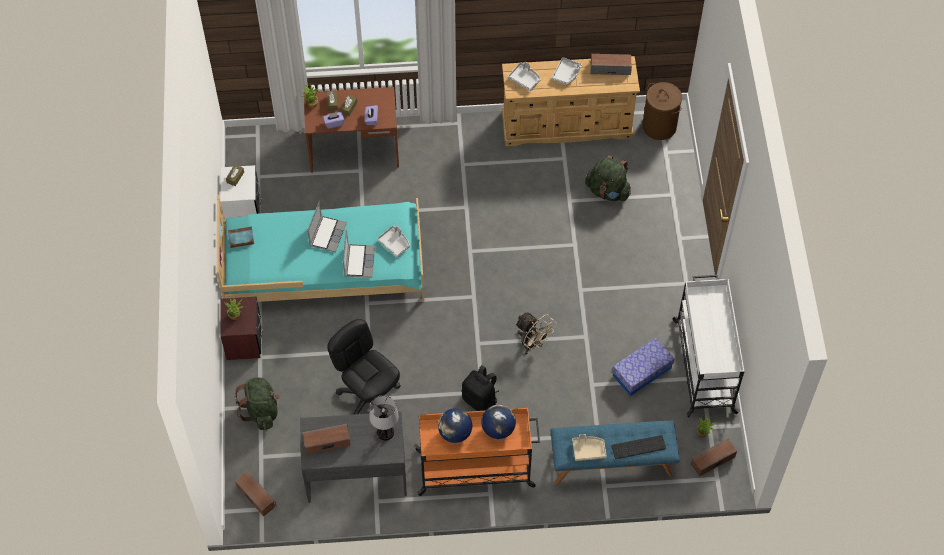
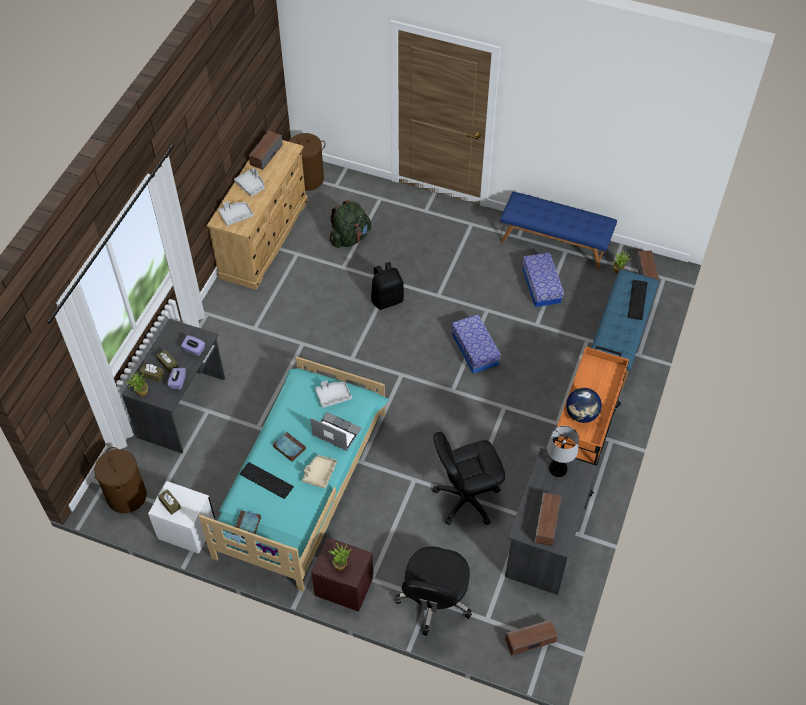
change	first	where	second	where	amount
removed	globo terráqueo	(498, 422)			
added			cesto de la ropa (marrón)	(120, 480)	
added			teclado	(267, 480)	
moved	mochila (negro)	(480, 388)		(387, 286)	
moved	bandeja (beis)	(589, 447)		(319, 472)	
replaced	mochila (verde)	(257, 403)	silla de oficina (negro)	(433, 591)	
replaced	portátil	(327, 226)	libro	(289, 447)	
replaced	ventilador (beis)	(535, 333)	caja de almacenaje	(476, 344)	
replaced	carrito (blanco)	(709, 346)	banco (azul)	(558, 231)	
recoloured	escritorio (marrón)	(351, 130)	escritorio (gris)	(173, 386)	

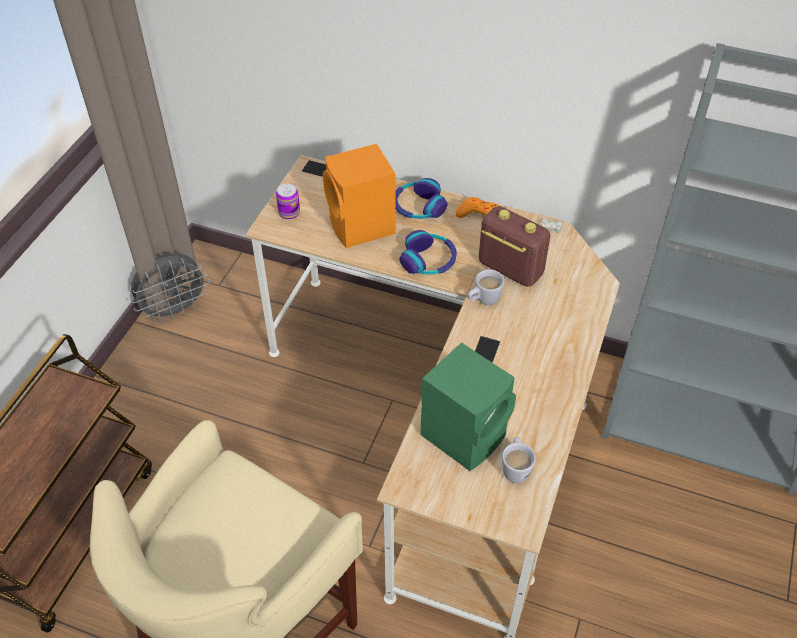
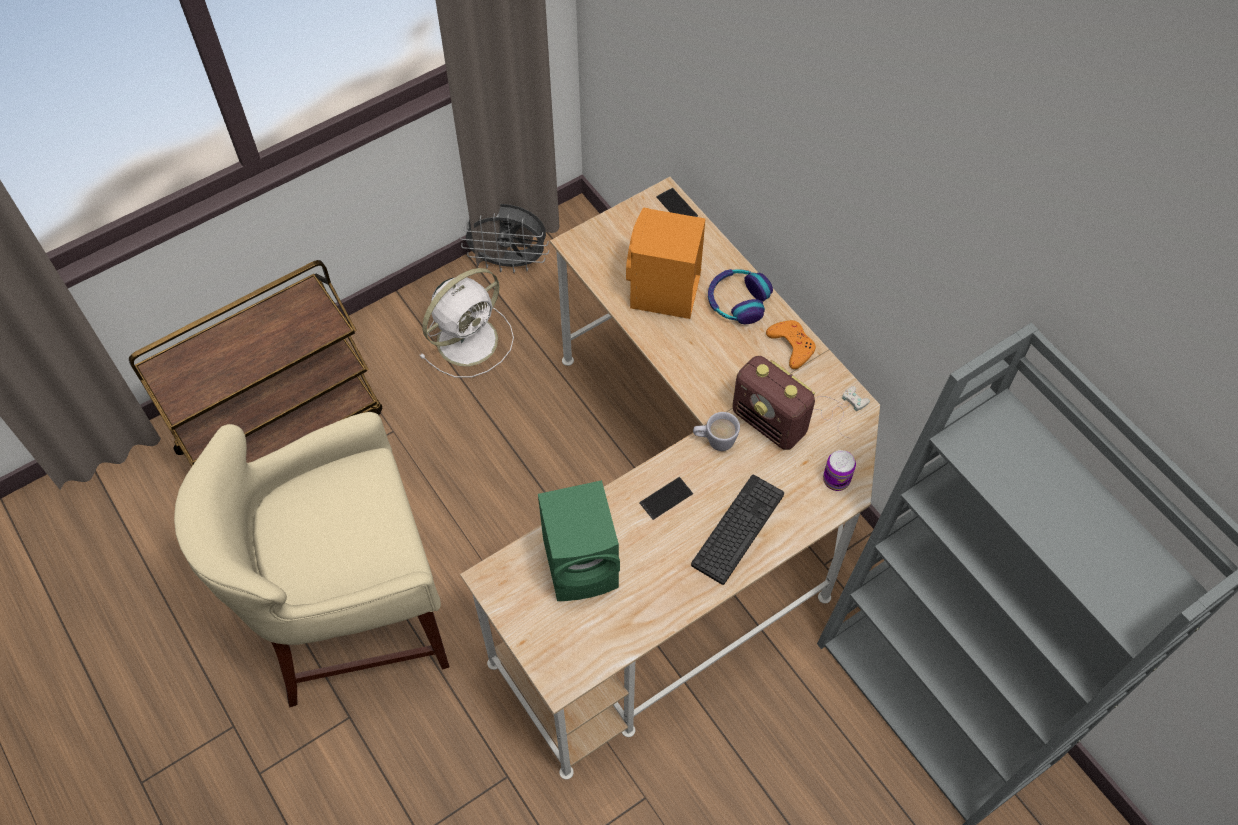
change	first	where	second	where	amount
removed	auriculares	(428, 252)			
removed	taza grande (blanco)	(519, 460)			
added			ventilador (blanco)	(467, 323)	
added			teclado	(737, 530)	
moved	lata	(288, 201)		(839, 470)	
turned	radio	(514, 246)		(773, 403)	150 degrees clockwise

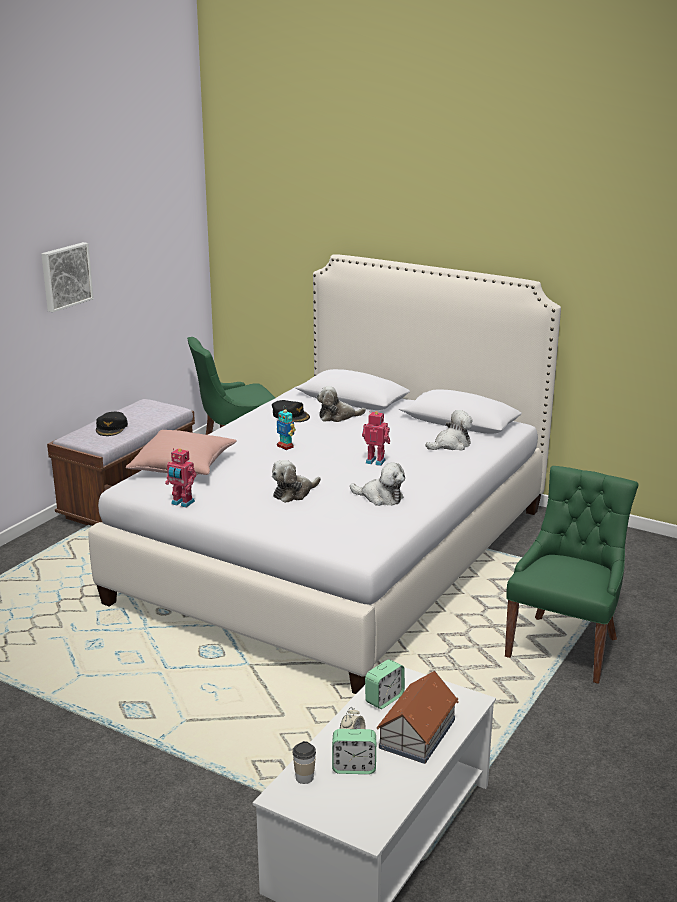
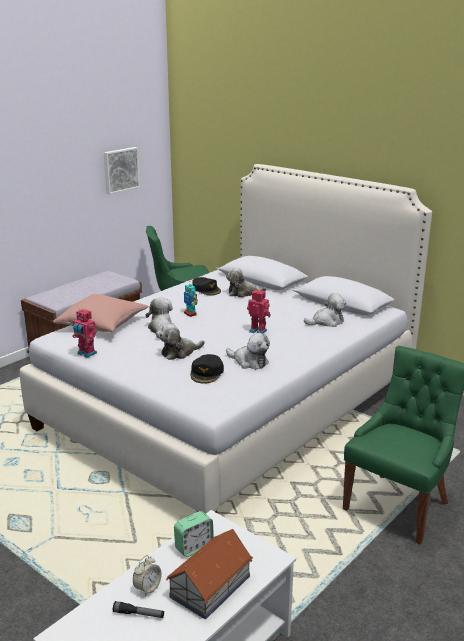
change	first	where	second	where	amount
removed	taza	(304, 762)			
added			peluche	(160, 318)	
moved	cuadro	(67, 277)		(122, 170)	
moved	gorra (negro)	(112, 424)		(207, 369)	
replaced	despertador	(354, 751)	linterna	(138, 609)	

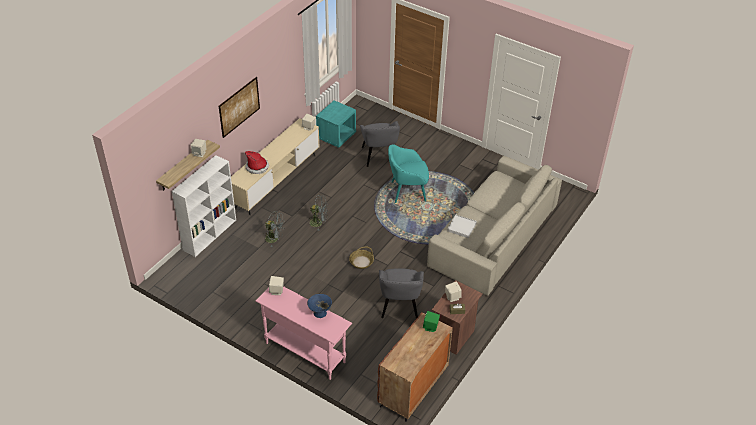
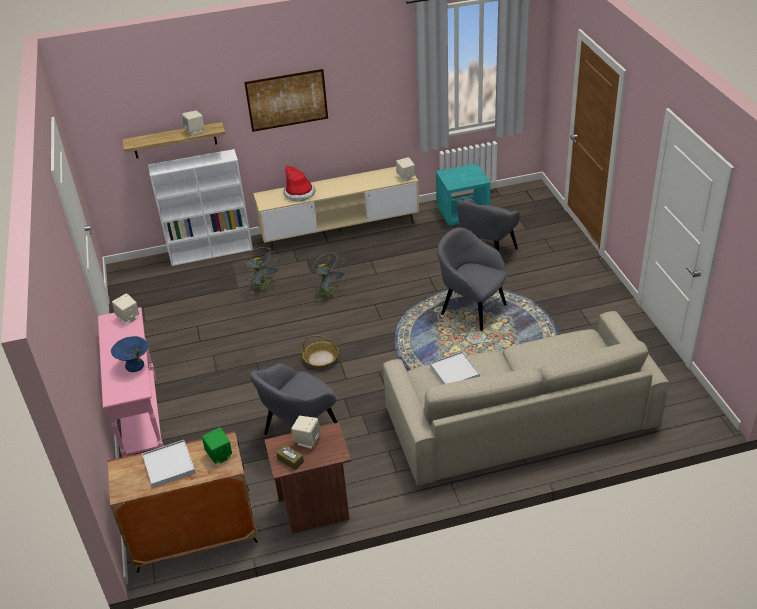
change	first	where	second	where	amount
added			bandeja (blanco)	(169, 464)	
recoloured	sillón (turquesa)	(408, 173)	sillón (gris)	(472, 279)	

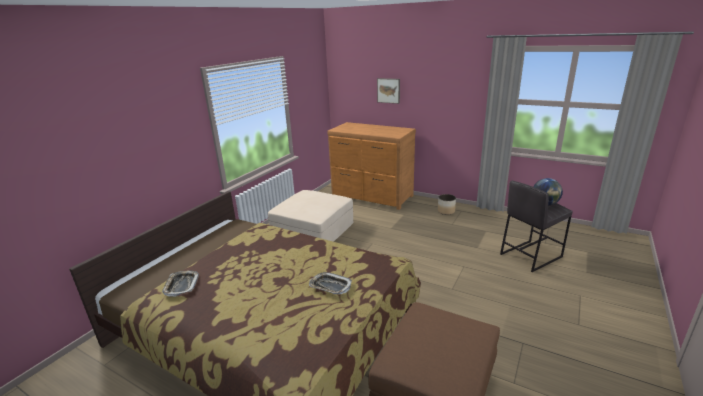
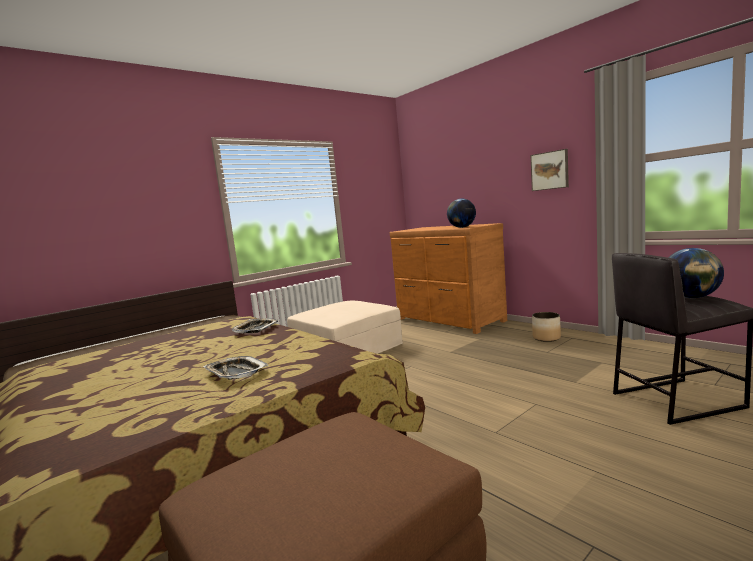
change	first	where	second	where	amount
added			globo terráqueo	(461, 213)	
moved	bandeja	(180, 284)		(255, 325)	
moved	cuadro	(388, 91)		(549, 170)	

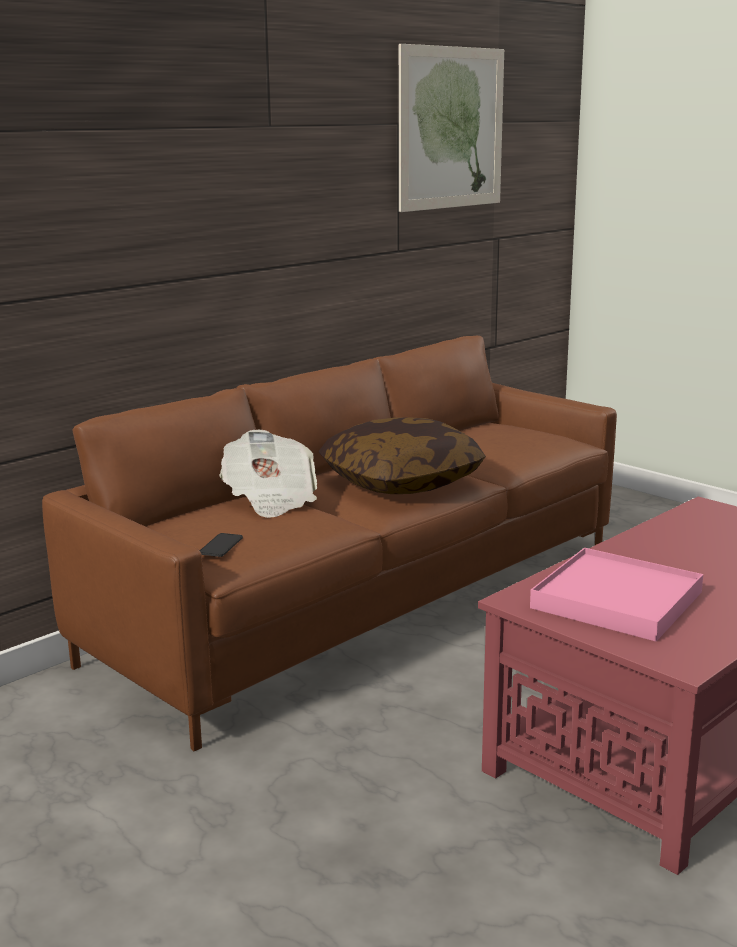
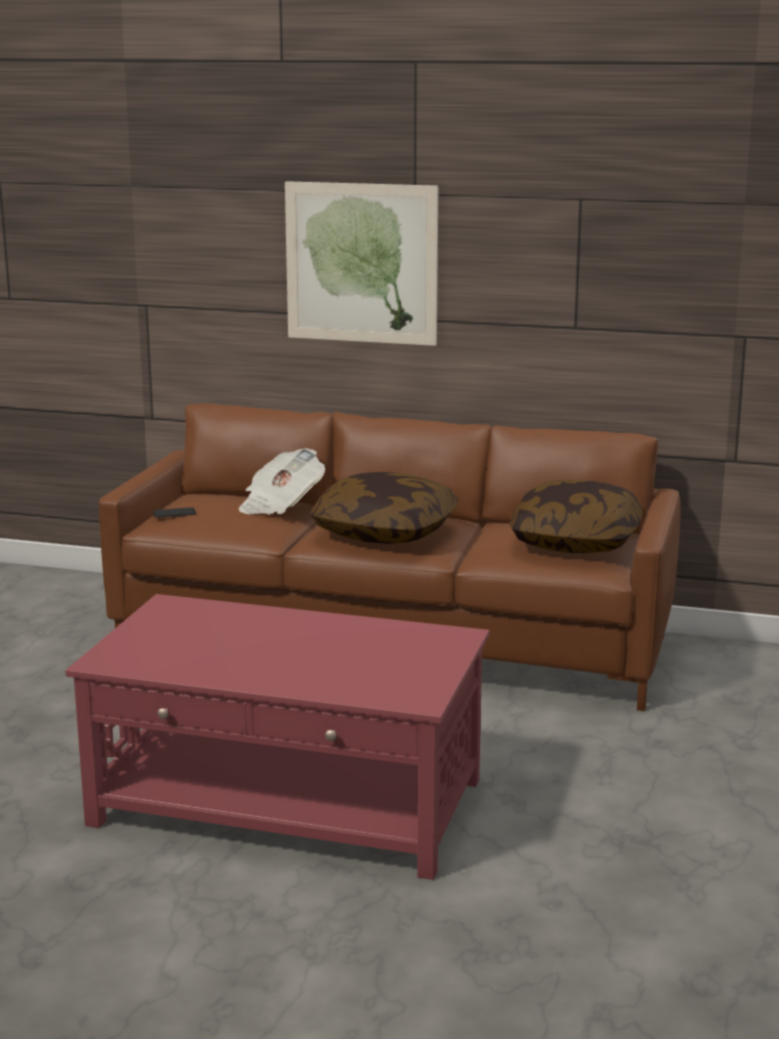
change	first	where	second	where	amount
removed	bandeja (rosa)	(616, 595)			
added			cojín	(576, 516)	
moved	cuadro	(451, 128)		(361, 263)	

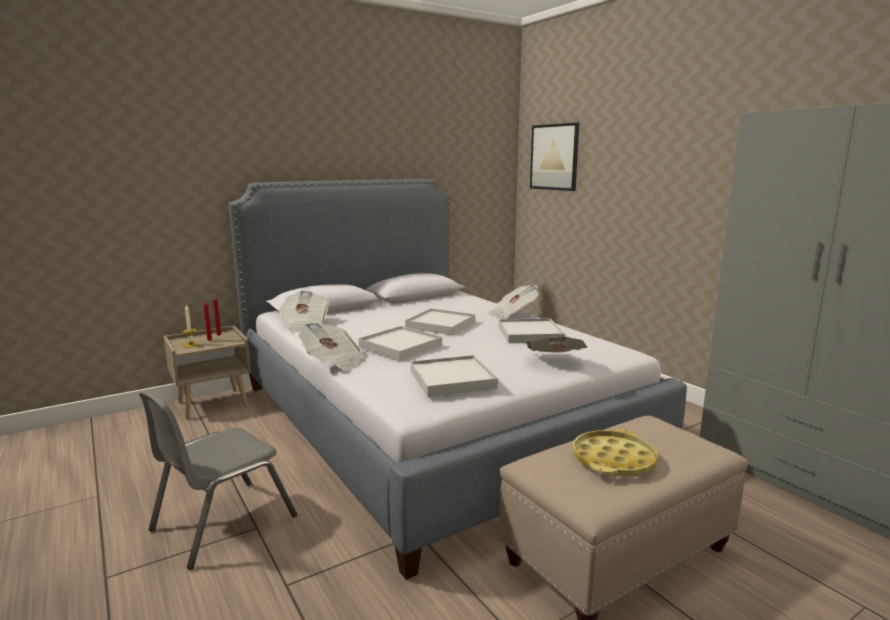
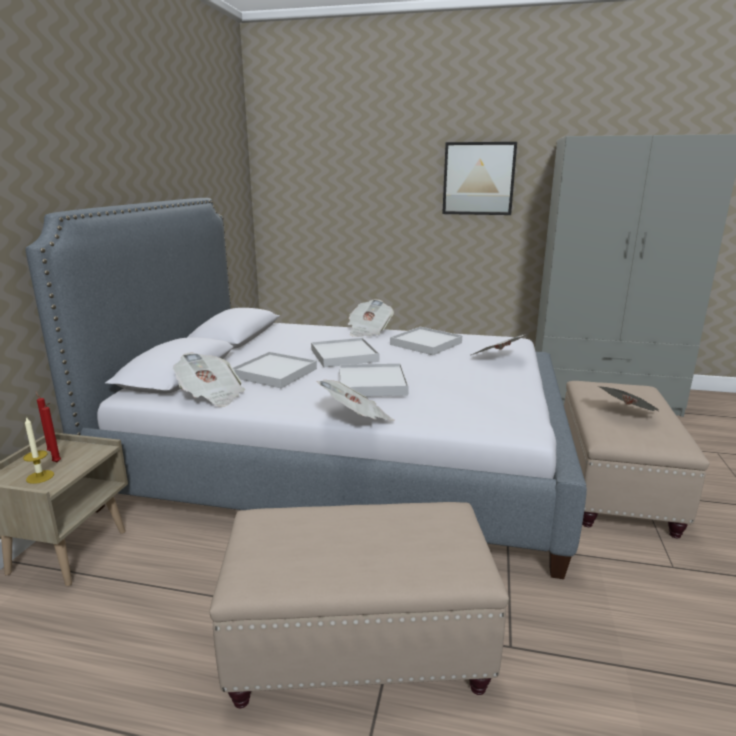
change	first	where	second	where	amount
moved	bandeja (blanco)	(454, 376)		(275, 370)	
moved	cuadro	(554, 157)		(479, 178)	
replaced	silla (gris)	(218, 480)	puf (beis)	(359, 605)	
replaced	bandeja (amarillo)	(615, 453)	periódico	(629, 399)	

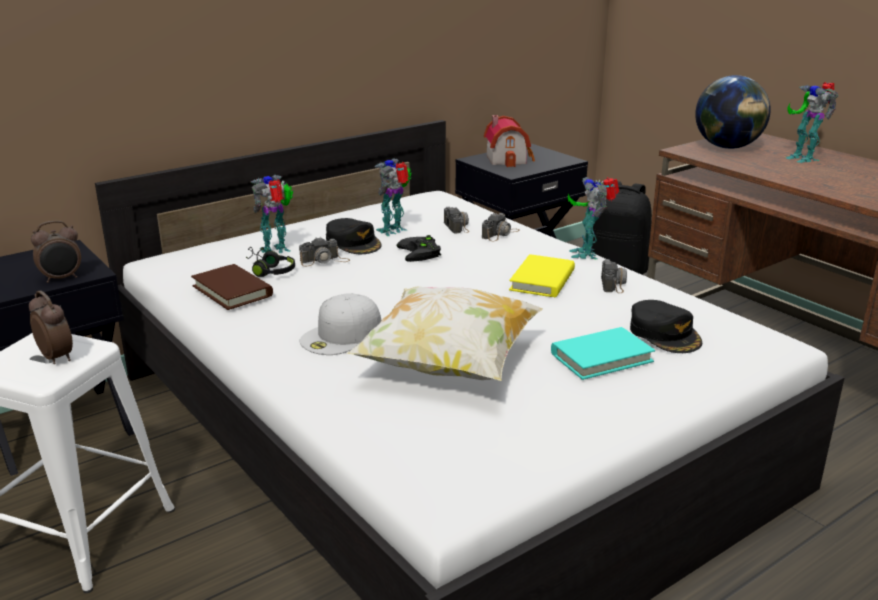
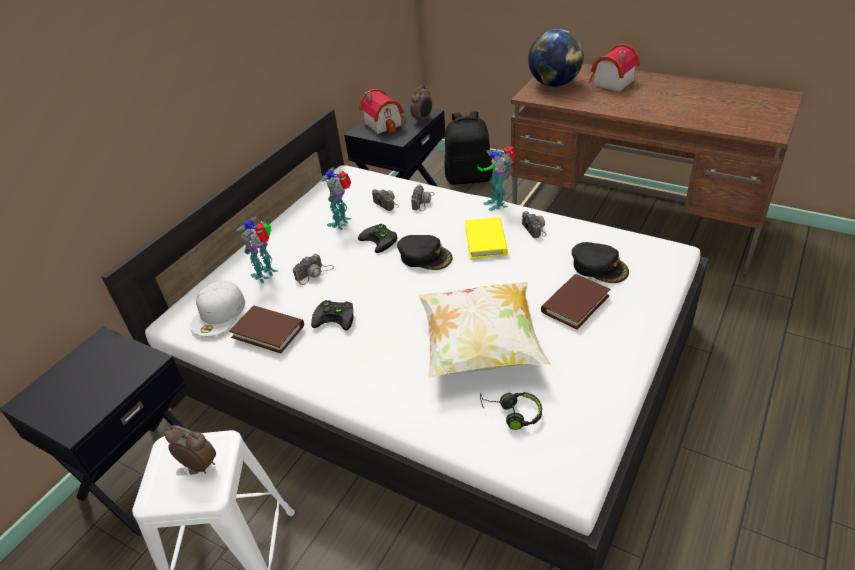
change	first	where	second	where	amount
added			mando de consola (negro)	(332, 315)	
moved	despertador	(56, 251)		(421, 104)	
moved	auriculares (negro)	(270, 262)		(511, 411)	
moved	gorra (blanco)	(340, 324)		(217, 309)	
moved	gorra (negro)	(354, 236)		(424, 252)	
replaced	robot de juguete	(812, 122)	casita	(614, 68)	
recoloured	libro (turquesa)	(603, 353)	libro (marrón)	(575, 301)	

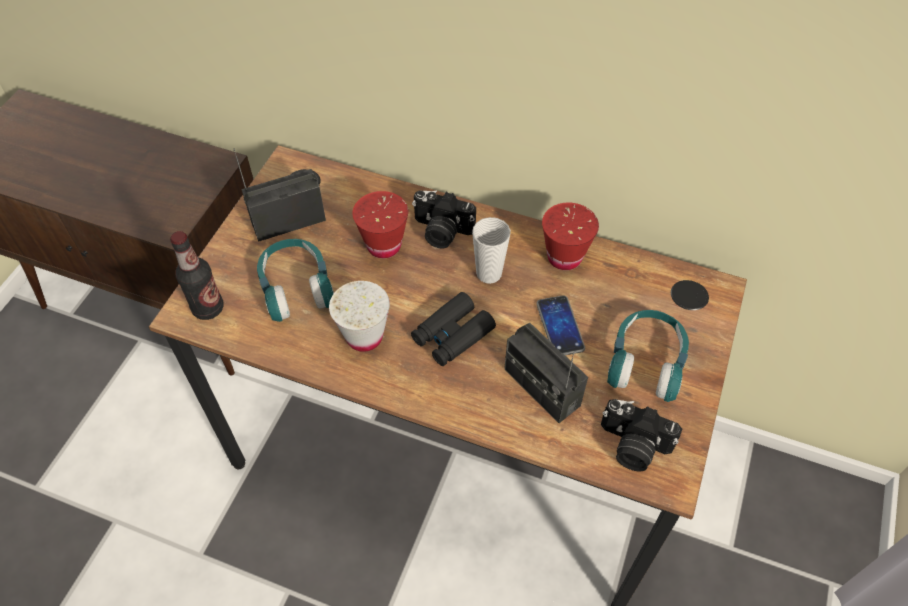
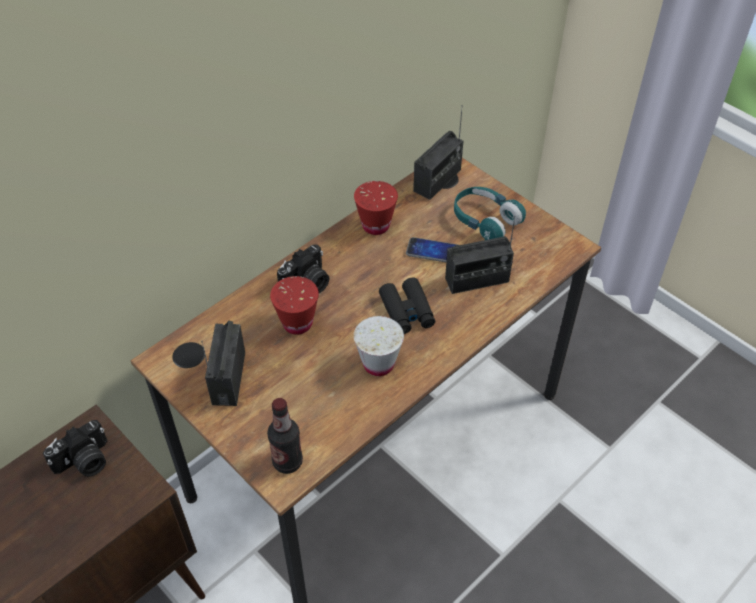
change	first	where	second	where	amount
removed	auriculares (turquesa)	(295, 280)			
removed	taza	(491, 250)			
added			radio	(438, 152)	
moved	cámara	(641, 435)		(75, 448)	

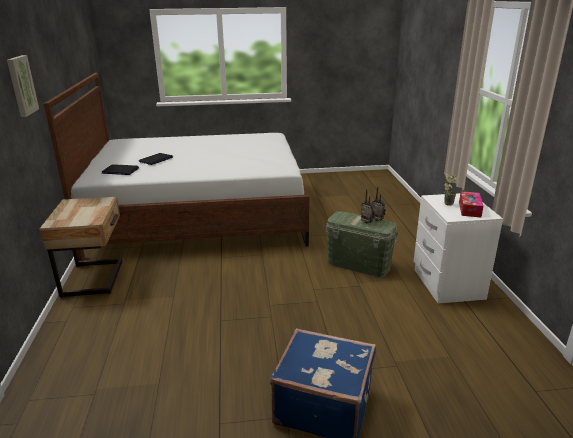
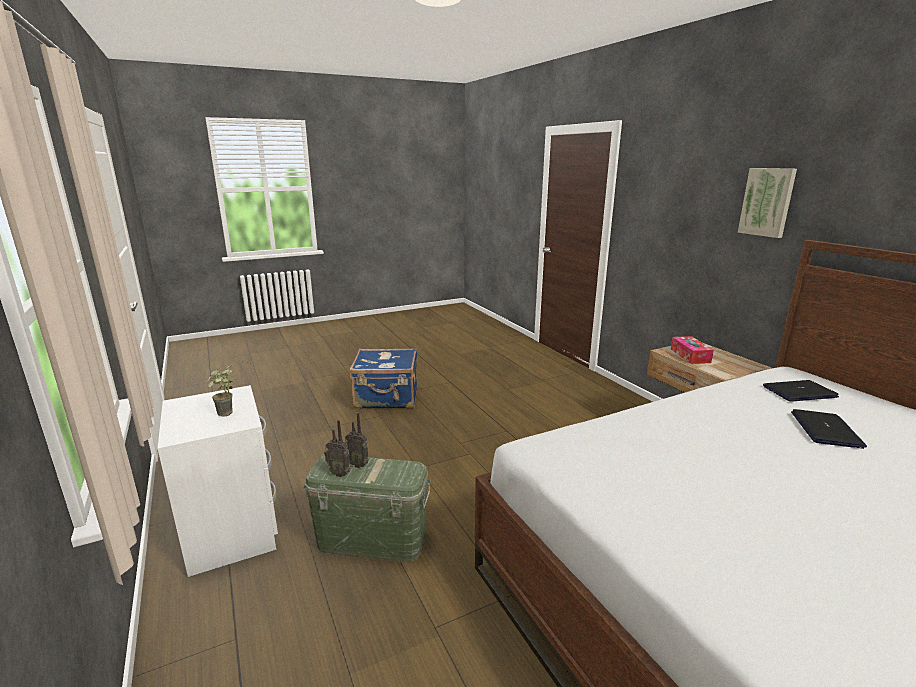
change	first	where	second	where	amount
moved	caja de pañuelos	(471, 204)		(692, 350)	

